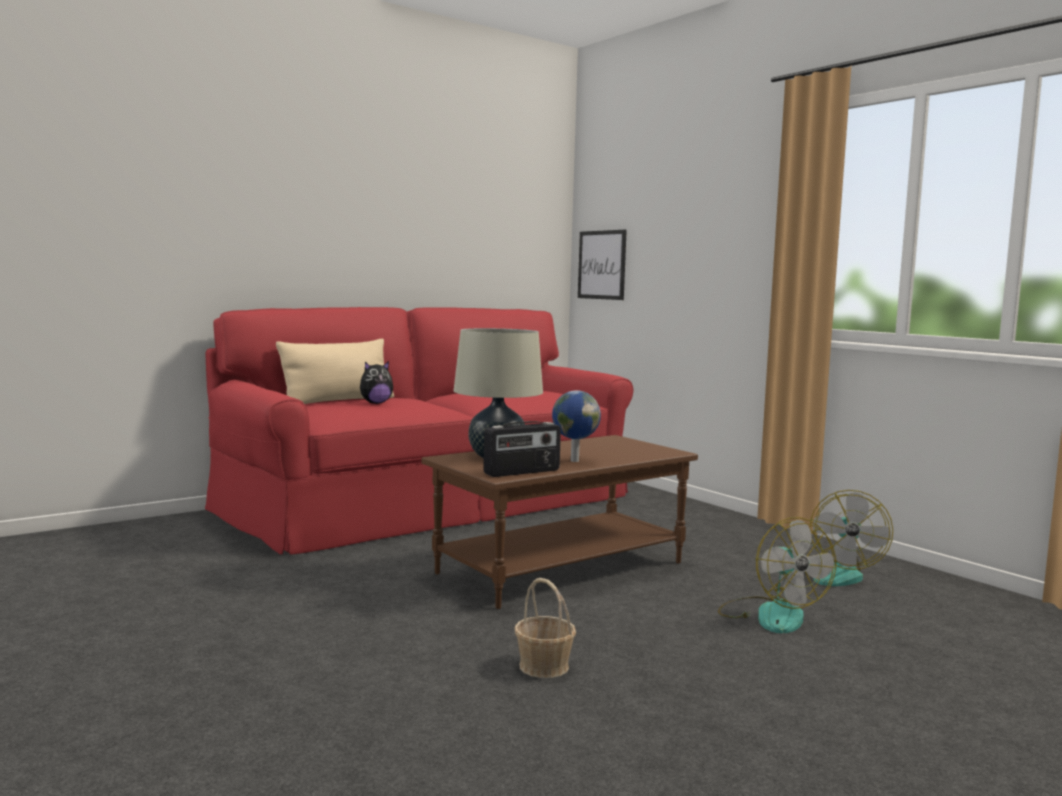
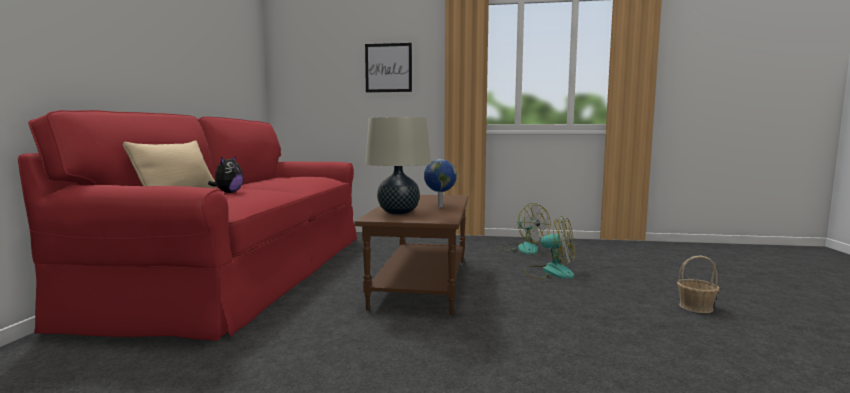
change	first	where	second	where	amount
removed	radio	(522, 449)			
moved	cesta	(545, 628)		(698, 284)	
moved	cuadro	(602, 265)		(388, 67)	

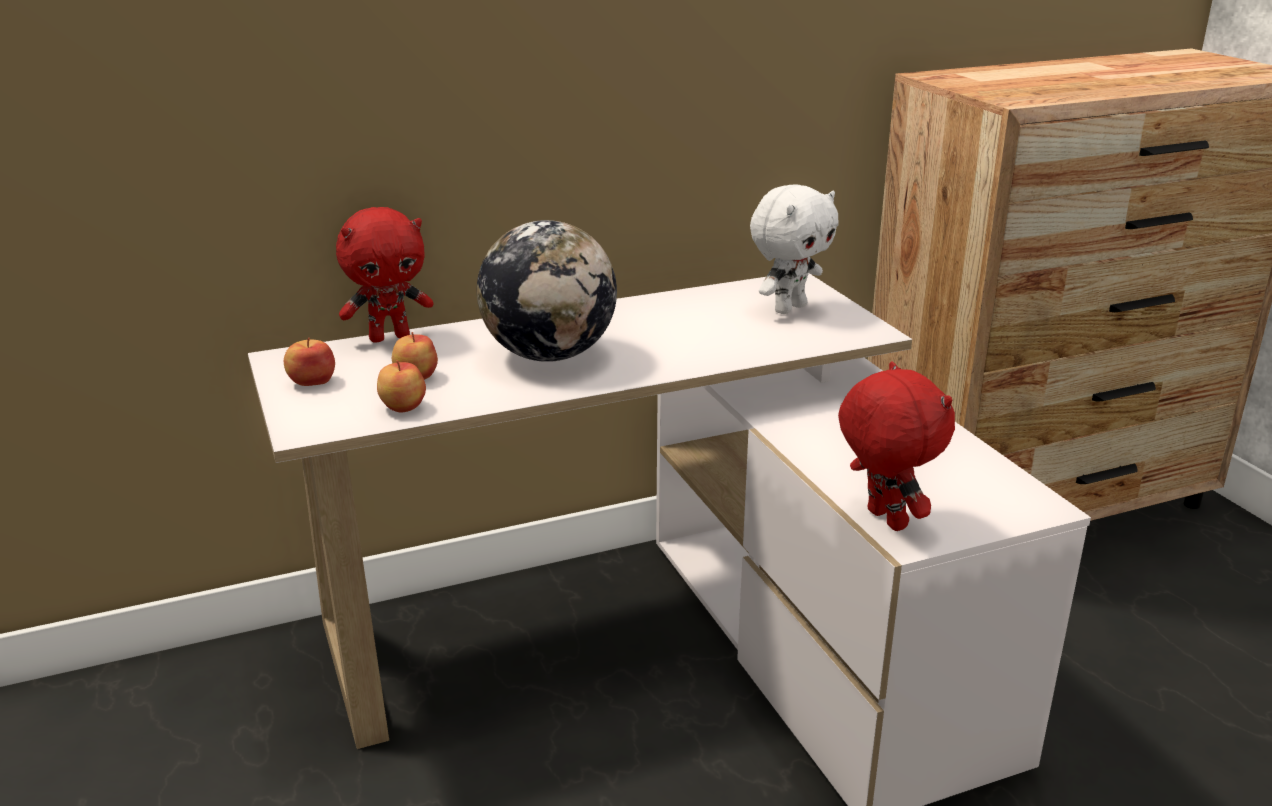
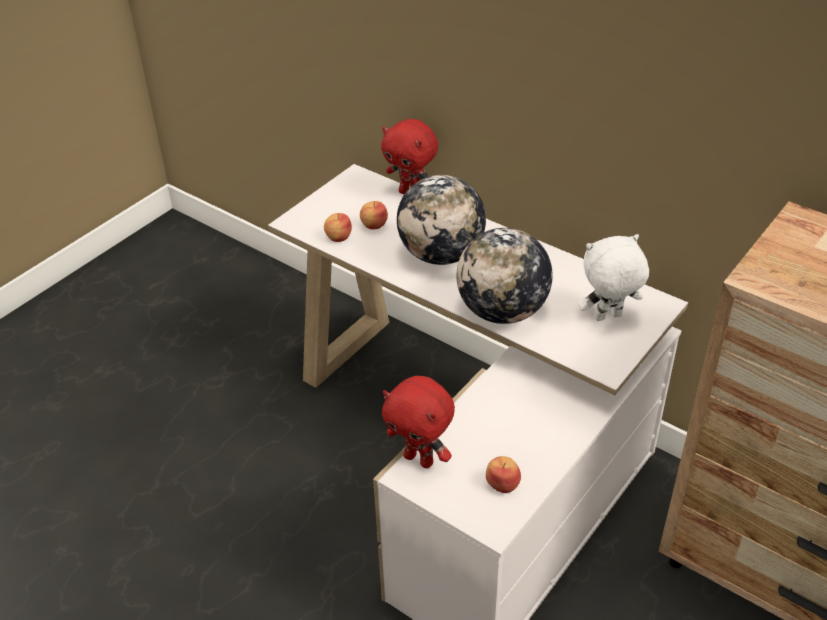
change	first	where	second	where	amount
added			globo terráqueo	(504, 276)	
moved	manzana	(309, 362)		(503, 474)	
turned	peluche (blanco)	(794, 249)		(614, 277)	150 degrees clockwise
turned	peluche (rojo)	(896, 446)		(418, 422)	90 degrees clockwise

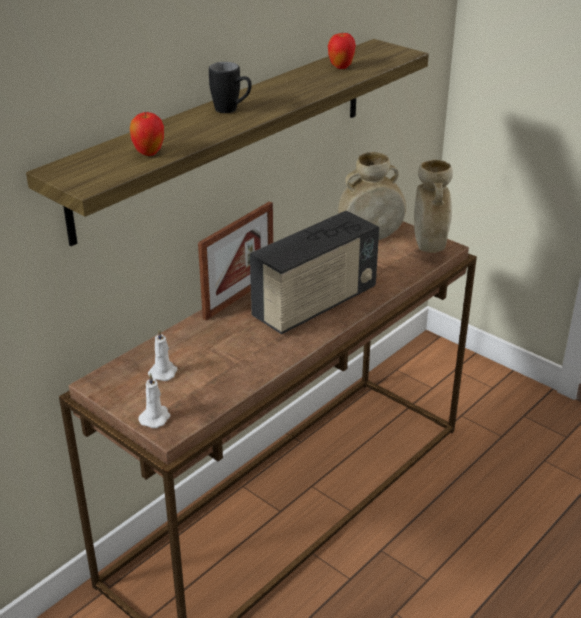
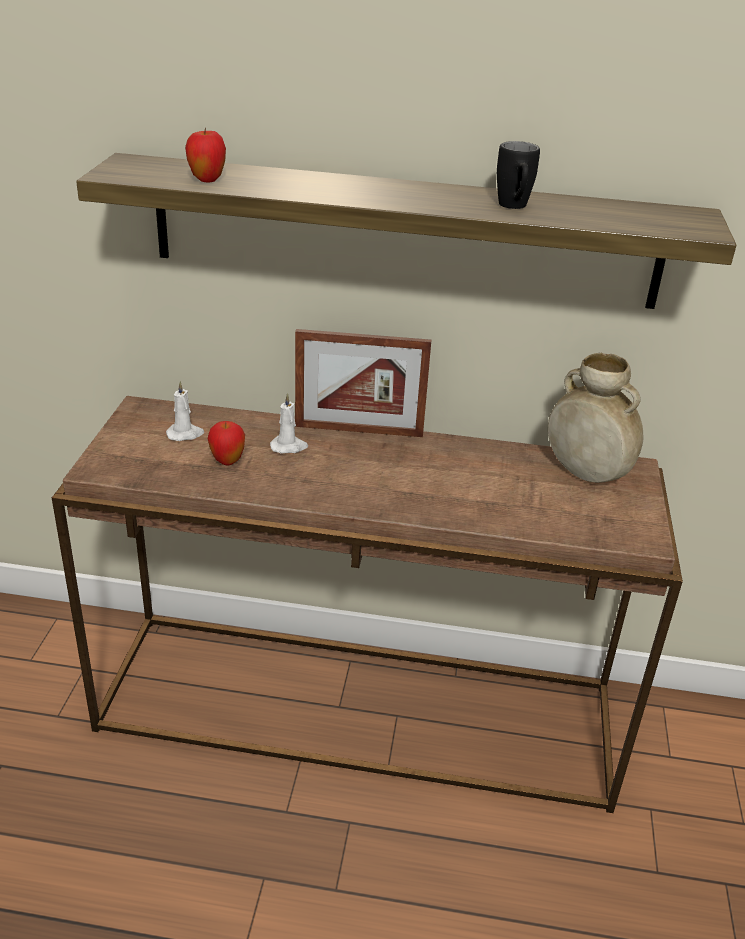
change	first	where	second	where	amount
removed	radio	(314, 272)			
removed	florero (beis)	(433, 206)			
moved	vela (blanco)	(155, 400)		(289, 423)	
moved	taza grande (negro)	(230, 87)		(518, 175)	
moved	manzana	(342, 50)		(226, 443)	

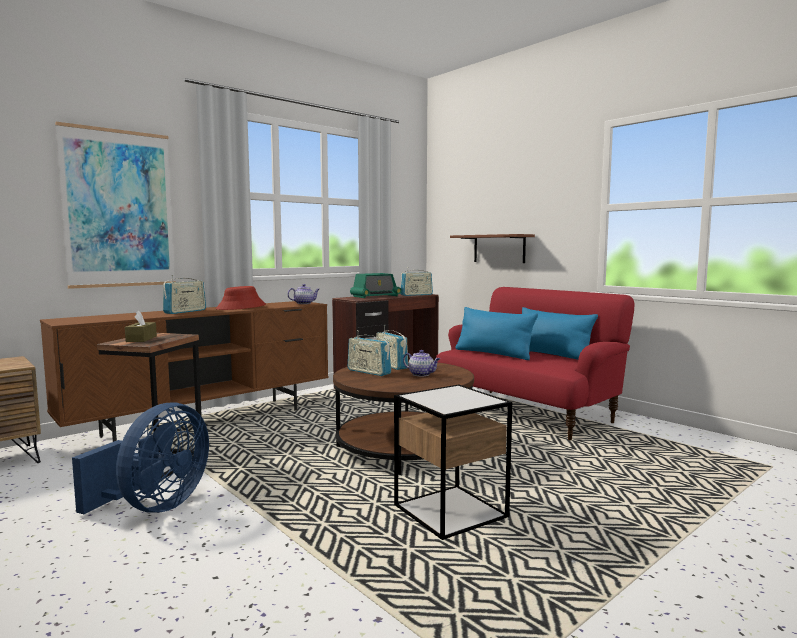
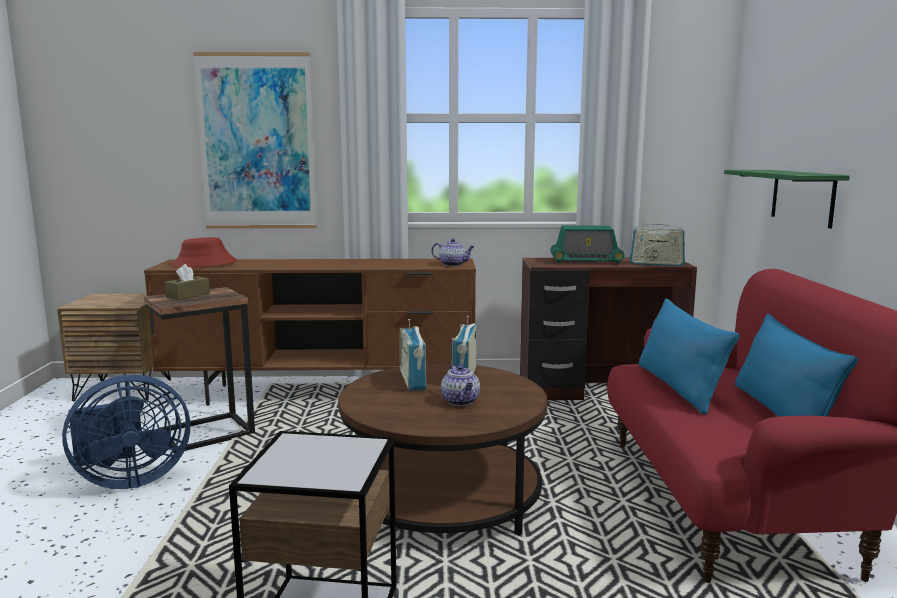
change	first	where	second	where	amount
removed	radio	(184, 294)			
moved	sombrero (rojo)	(241, 298)		(204, 252)	
recoloured	estante (marrón)	(492, 248)	estante (verde)	(787, 199)	

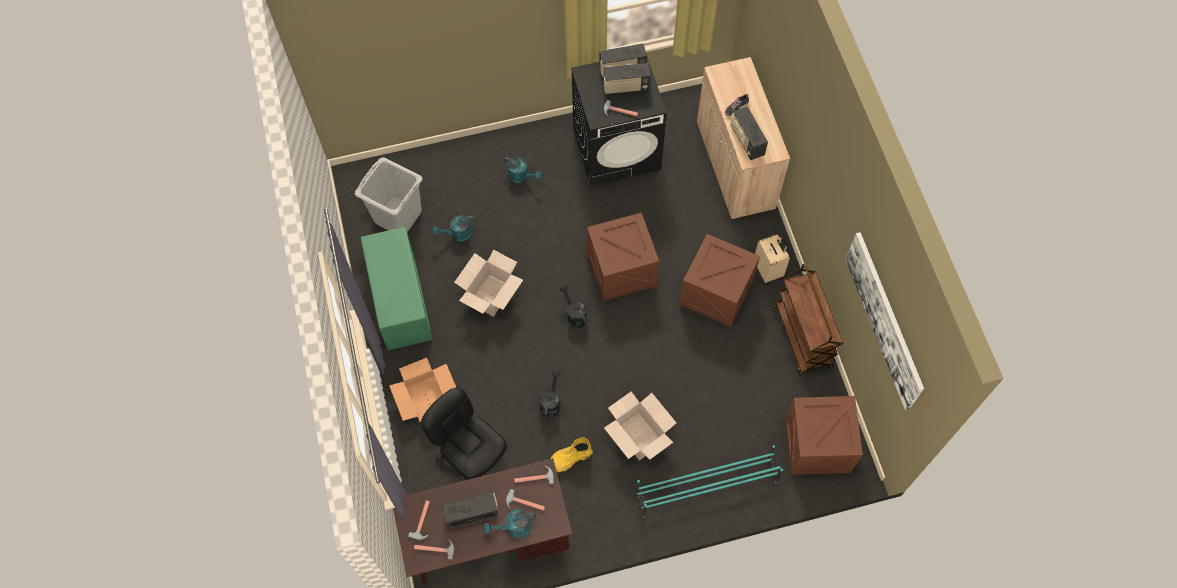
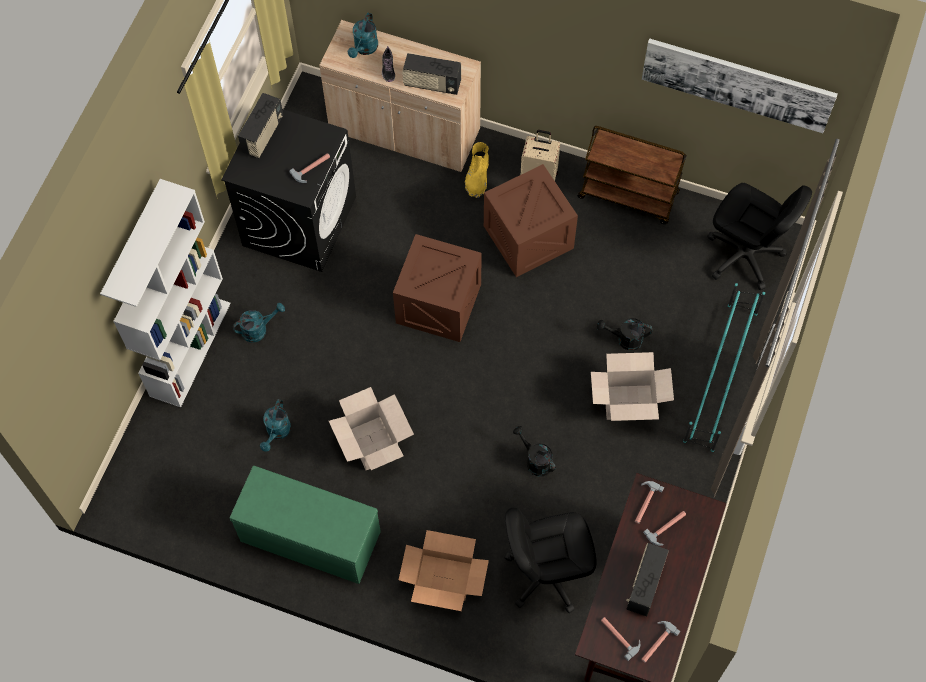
change	first	where	second	where	amount
removed	cesto de la ropa (gris)	(388, 194)			
removed	radio	(627, 78)			
added			estantería (blanco)	(165, 293)	
moved	regadera (turquesa)	(509, 523)		(362, 35)	
moved	bota (amarillo)	(571, 454)		(477, 170)	
moved	regadera (negro)	(573, 306)		(624, 334)	
replaced	caja de embalaje	(824, 435)	silla de oficina (negro)	(759, 236)	

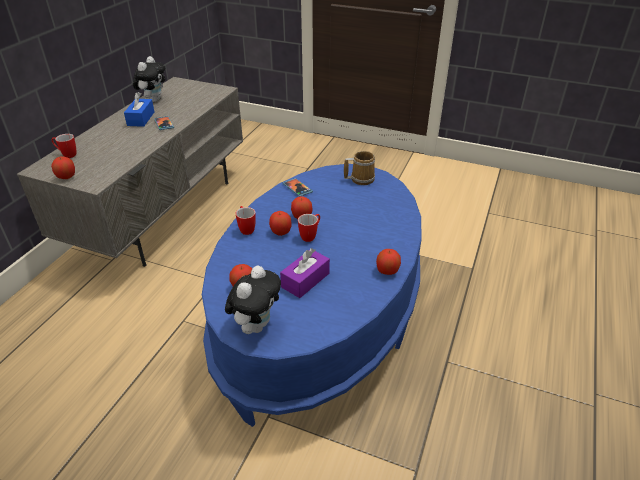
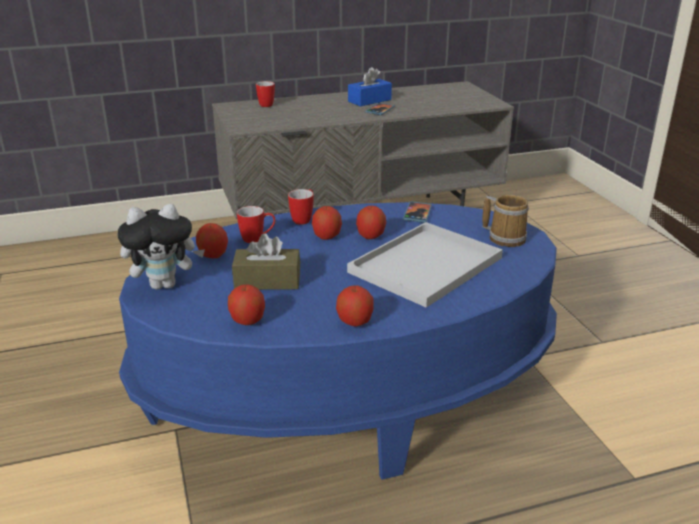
change	first	where	second	where	amount
removed	peluche	(149, 79)			
added			bandeja (blanco)	(425, 265)	
moved	manzana	(63, 167)		(246, 304)	
moved	taza grande	(309, 228)		(256, 224)	
recoloured	caja de pañuelos (morado)	(305, 273)	caja de pañuelos (marrón)	(266, 261)	

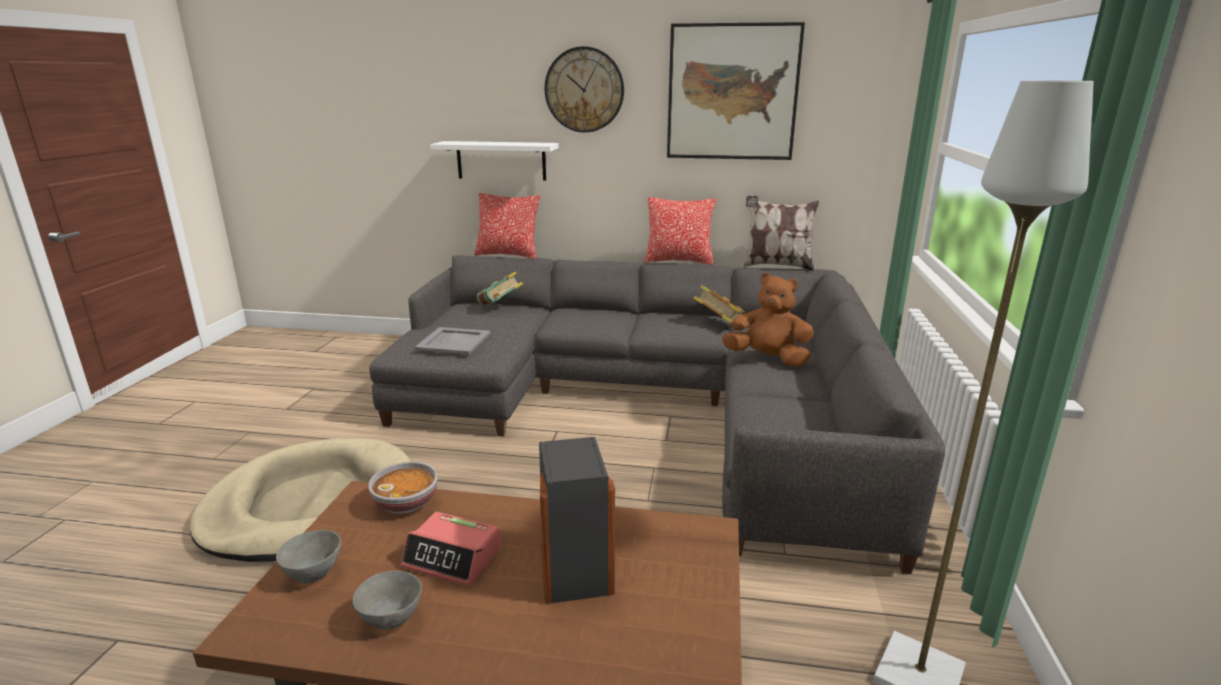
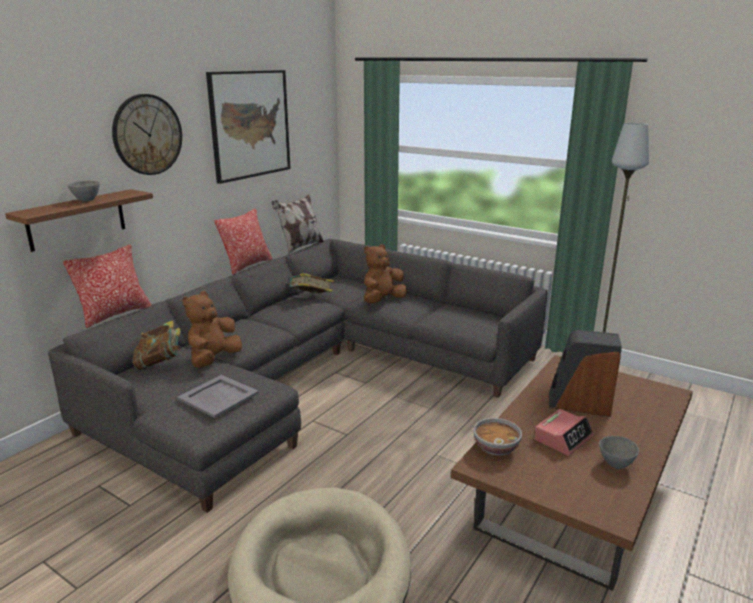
change	first	where	second	where	amount
added			peluche (marrón)	(212, 329)	
moved	cuenco (gris)	(308, 557)		(84, 191)	
recoloured	estante (blanco)	(494, 161)	estante (marrón)	(79, 220)	

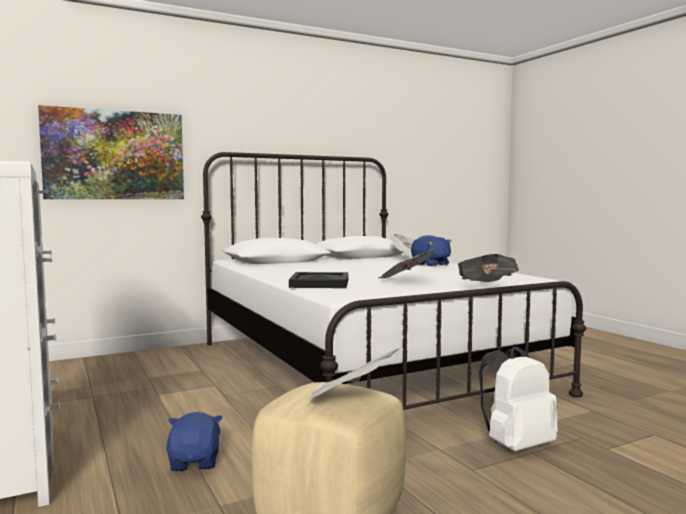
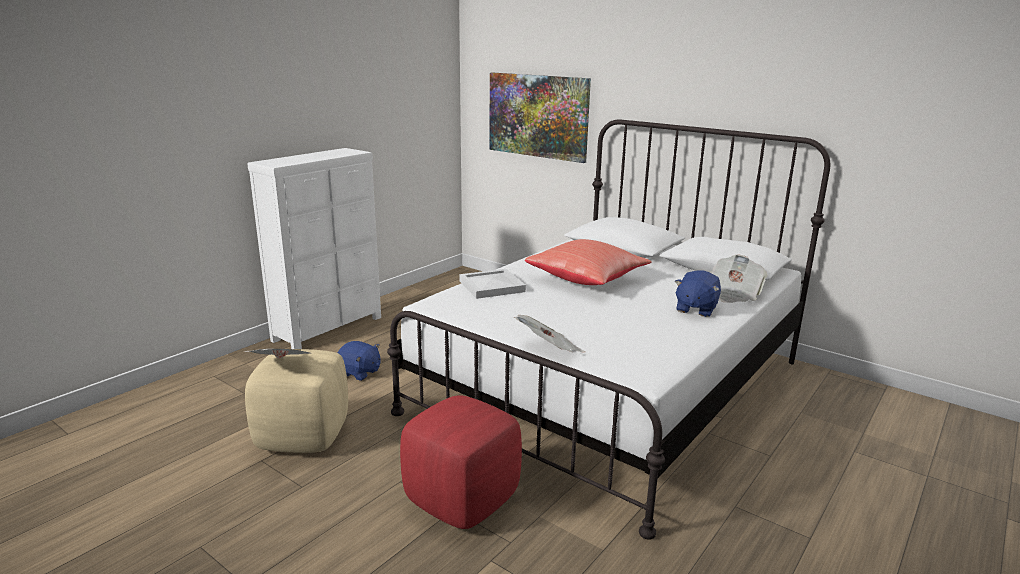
change	first	where	second	where	amount
removed	periódico	(406, 264)			
added			cojín (rojo)	(588, 262)	
replaced	mochila (blanco)	(518, 399)	puf (rojo)	(461, 462)	
recoloured	bandeja (negro)	(318, 280)	bandeja (blanco)	(492, 284)	
turned	peluche (azul)	(194, 441)		(359, 361)	60 degrees clockwise

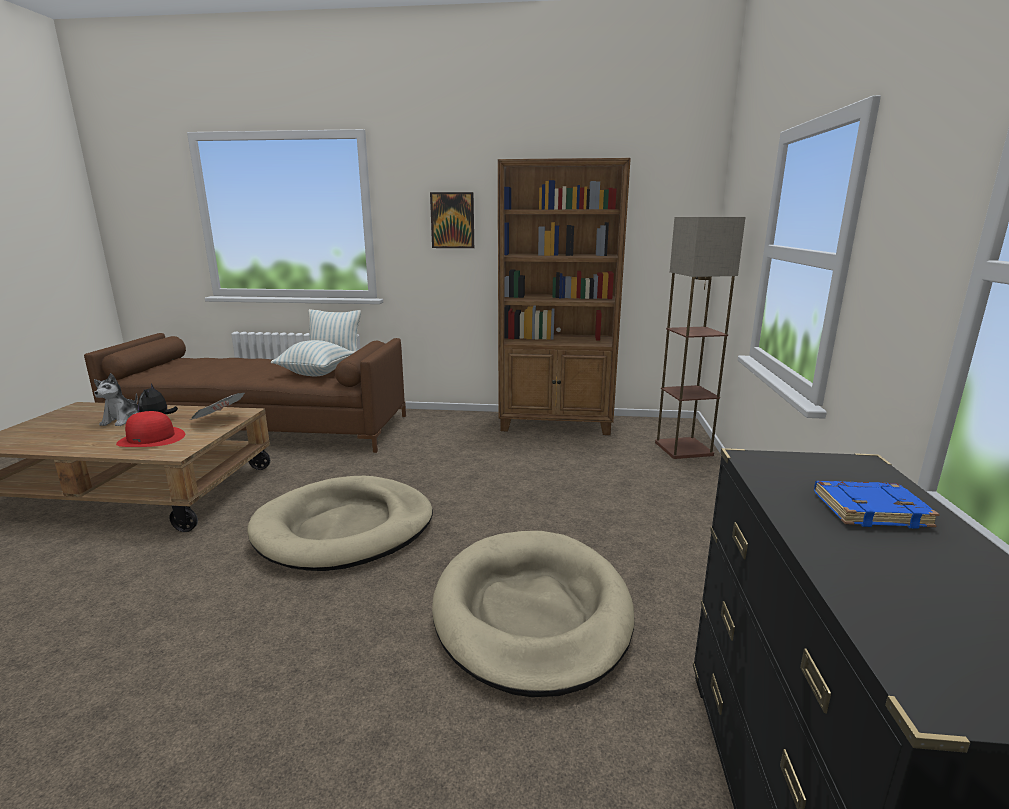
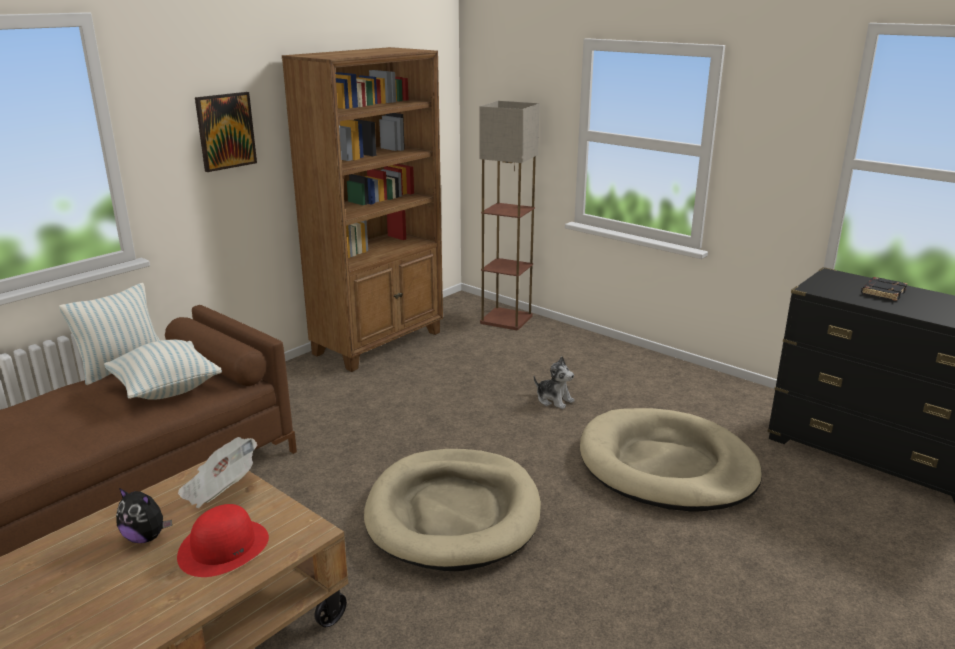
change	first	where	second	where	amount
moved	peluche	(116, 399)		(554, 382)	
recoloured	libro (azul)	(877, 505)	libro (negro)	(884, 289)	

